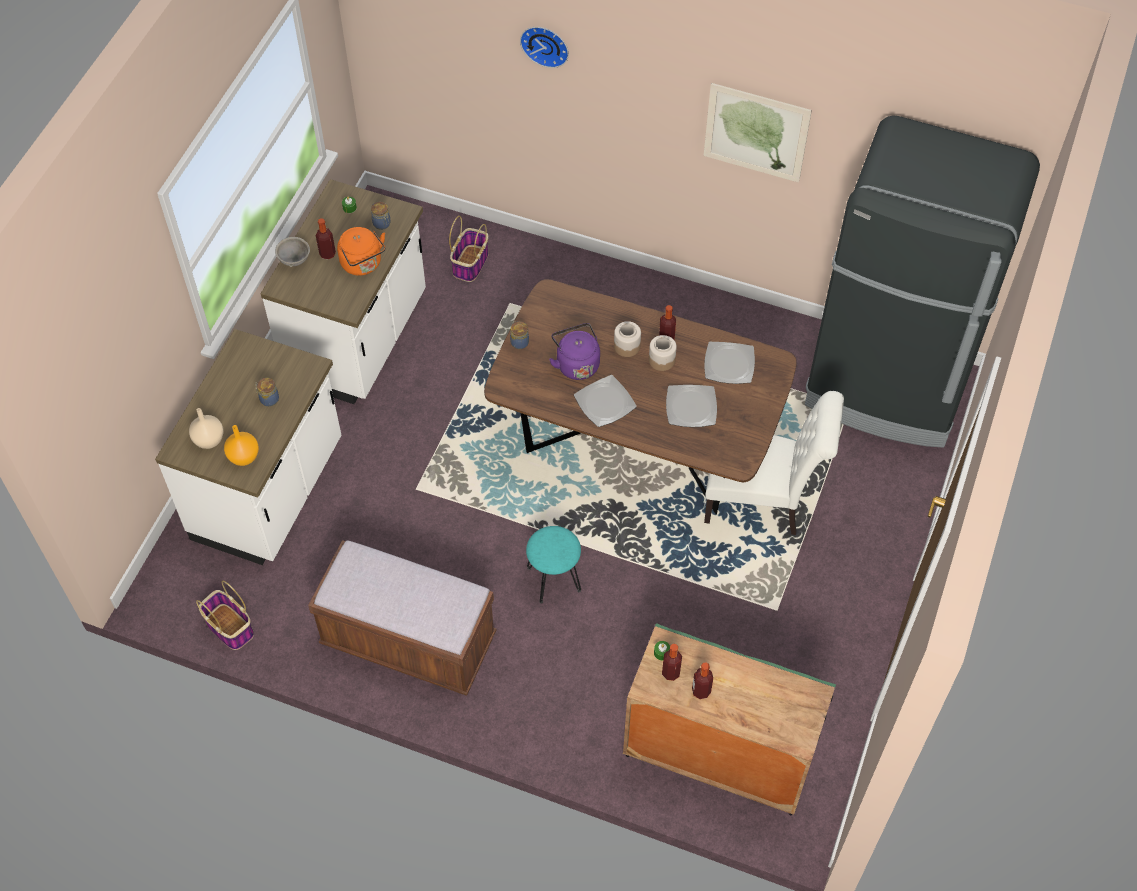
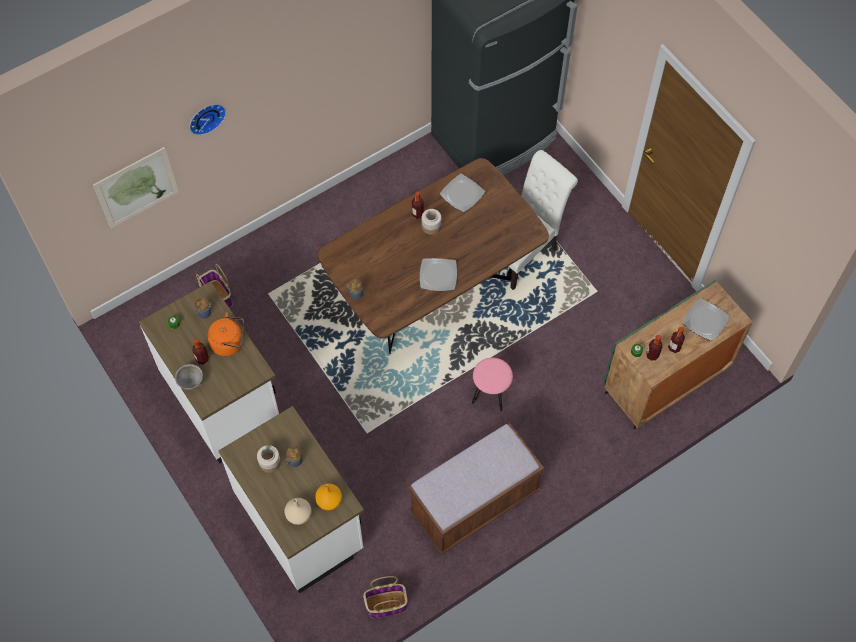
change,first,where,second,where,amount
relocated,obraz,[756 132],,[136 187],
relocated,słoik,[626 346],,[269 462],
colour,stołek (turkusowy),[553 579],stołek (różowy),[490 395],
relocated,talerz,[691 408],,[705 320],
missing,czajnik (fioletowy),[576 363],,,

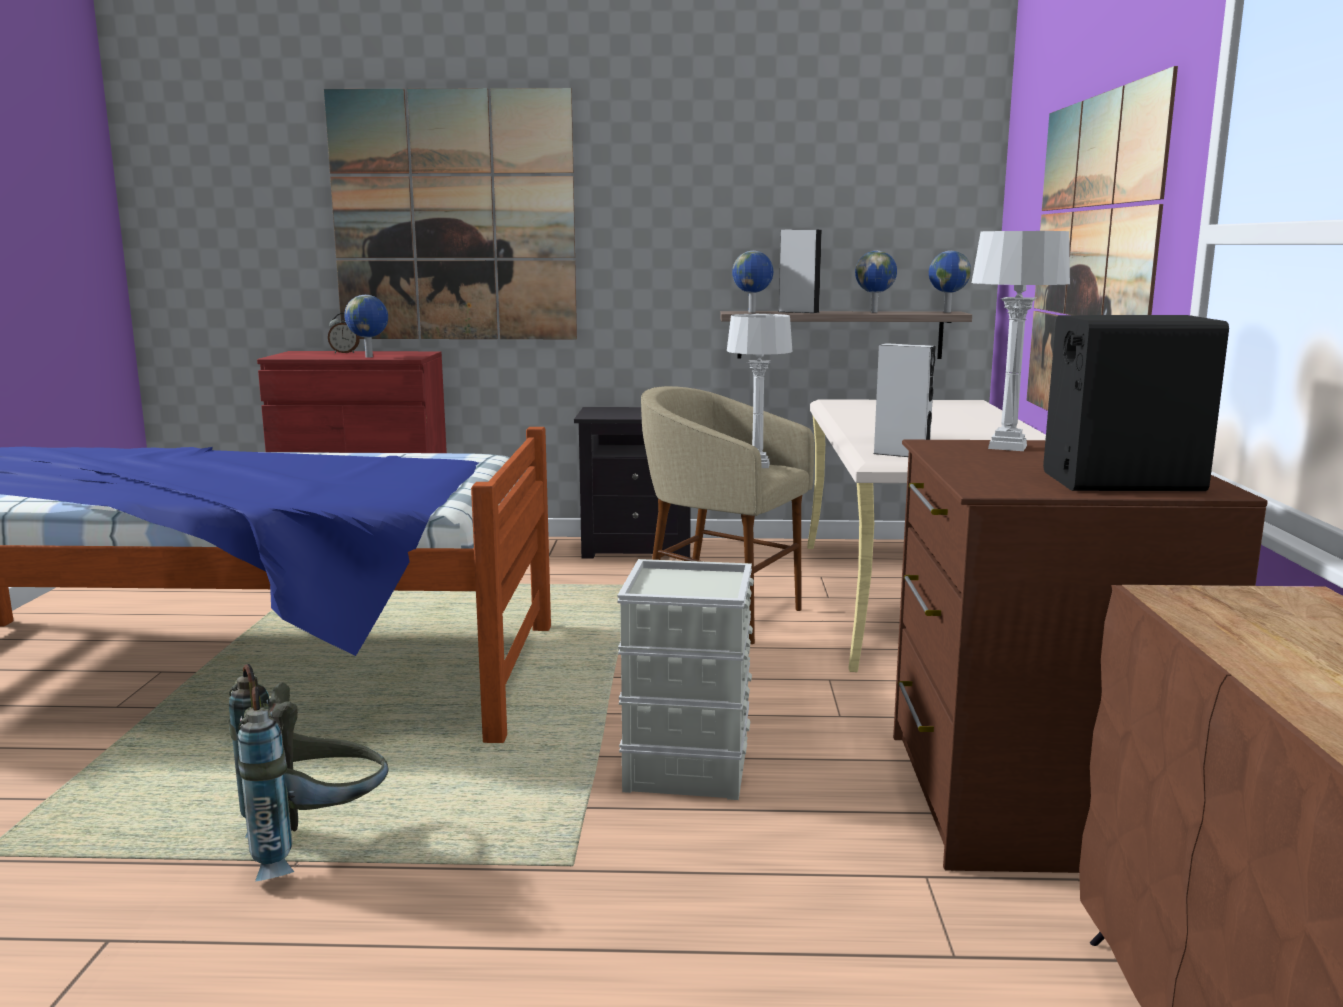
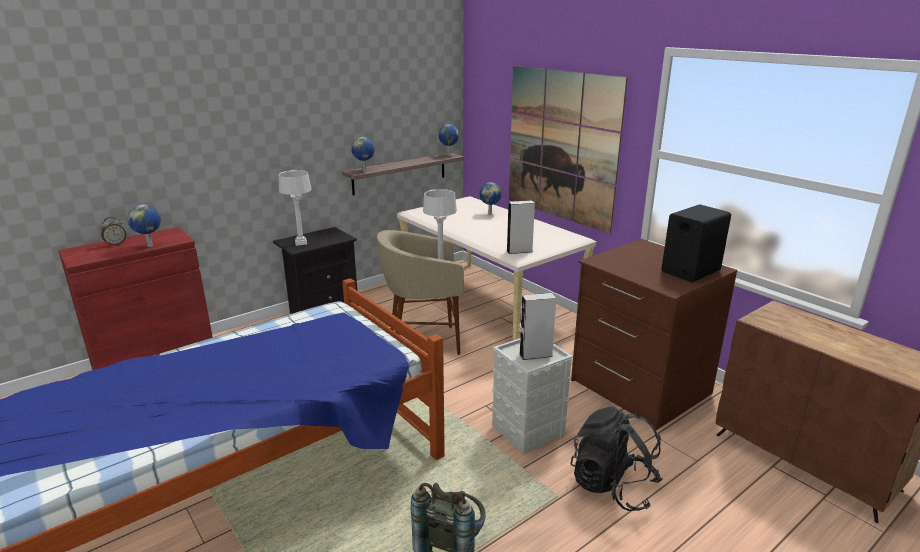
change,first,where,second,where,amount
relocated,lampa stołowa (szary),[1007 447],,[301 243],
relocated,globus,[874 312],,[490 214],
relocated,głośnik (szary),[798 312],,[535 355],
appeared,,,plecak (czarny),[612 486],
missing,obraz,[454 217],,,

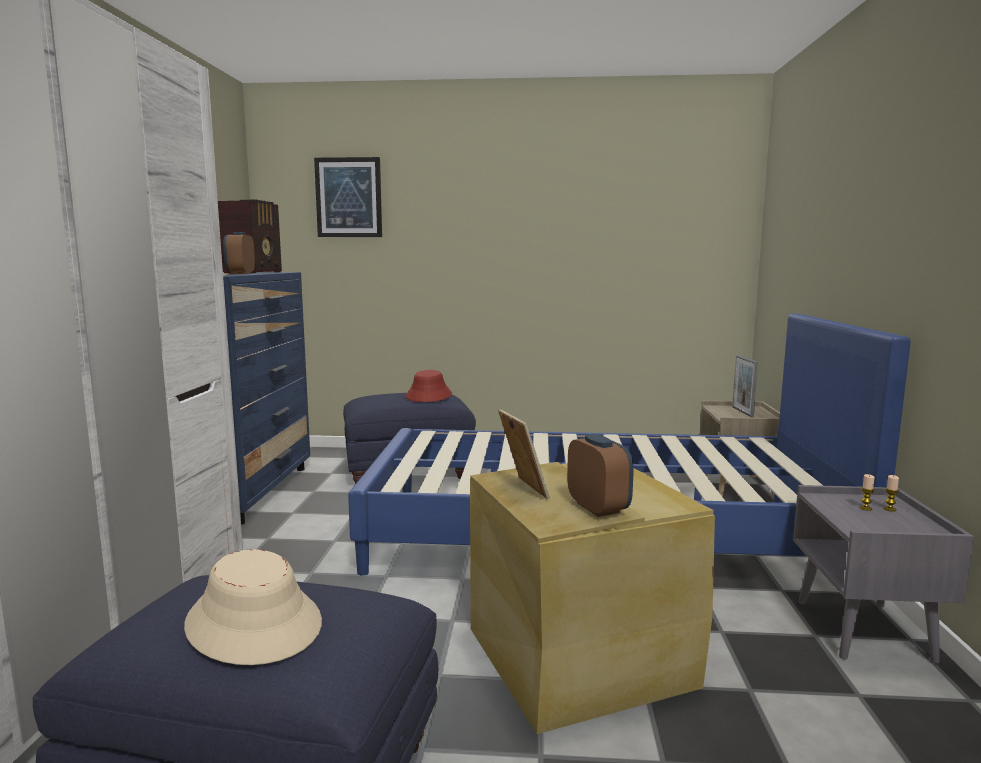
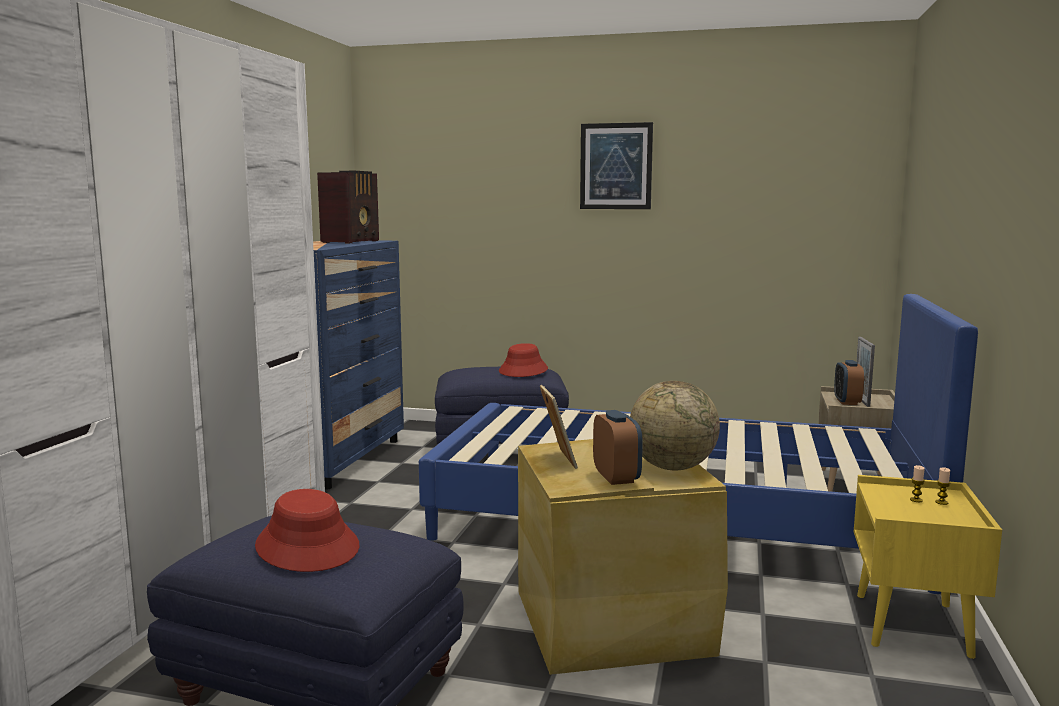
change,first,where,second,where,amount
colour,kapelusz (beżowy),[255 623],kapelusz (czerwony),[308 546],
relocated,obraz,[349 197],,[616 166],
appeared,,,globus,[672 467],
relocated,budzik,[240 273],,[847 402],
colour,szafka nocna (szary),[865 631],szafka nocna (żółty),[913 625],

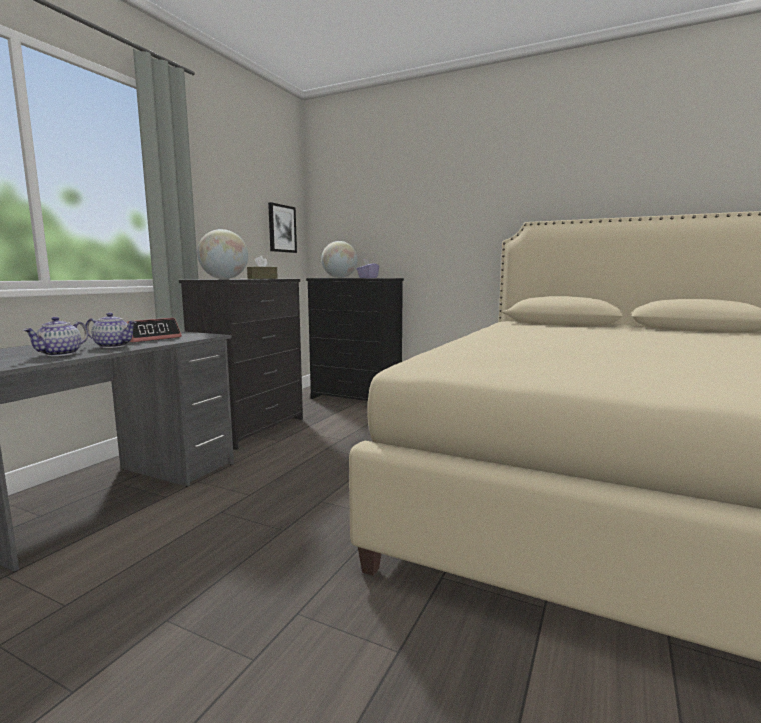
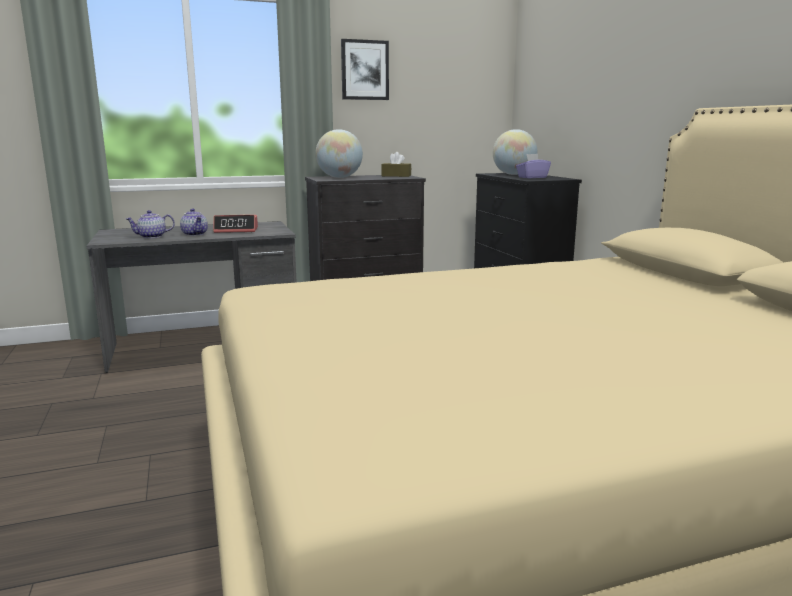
change,first,where,second,where,amount
relocated,obraz,[281 228],,[364 70],

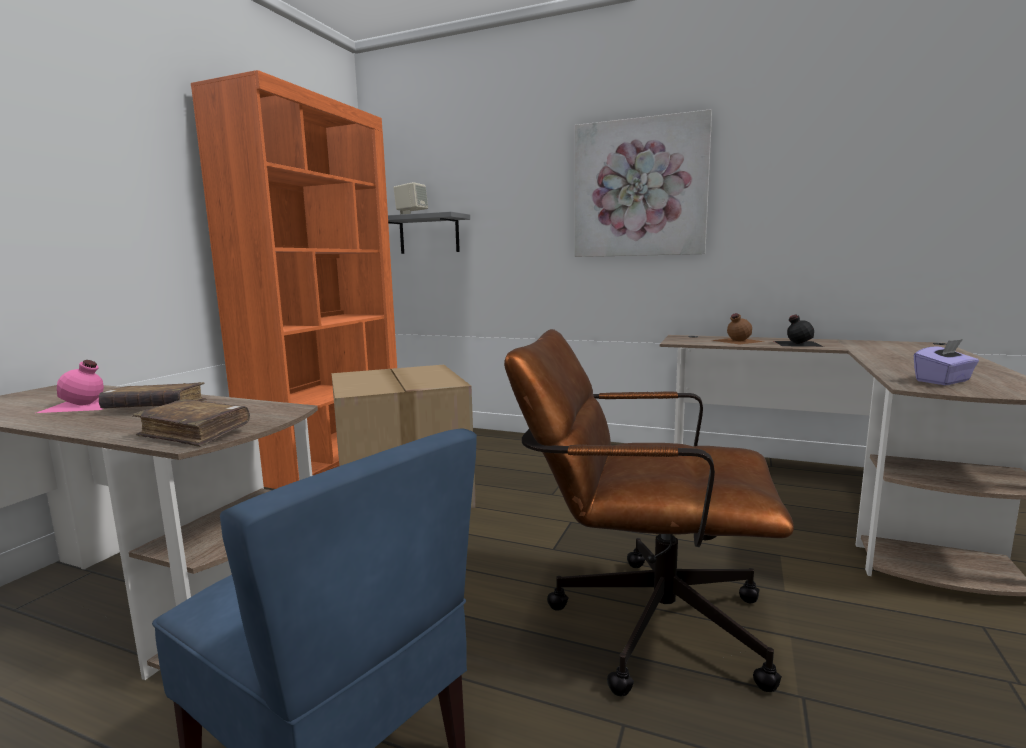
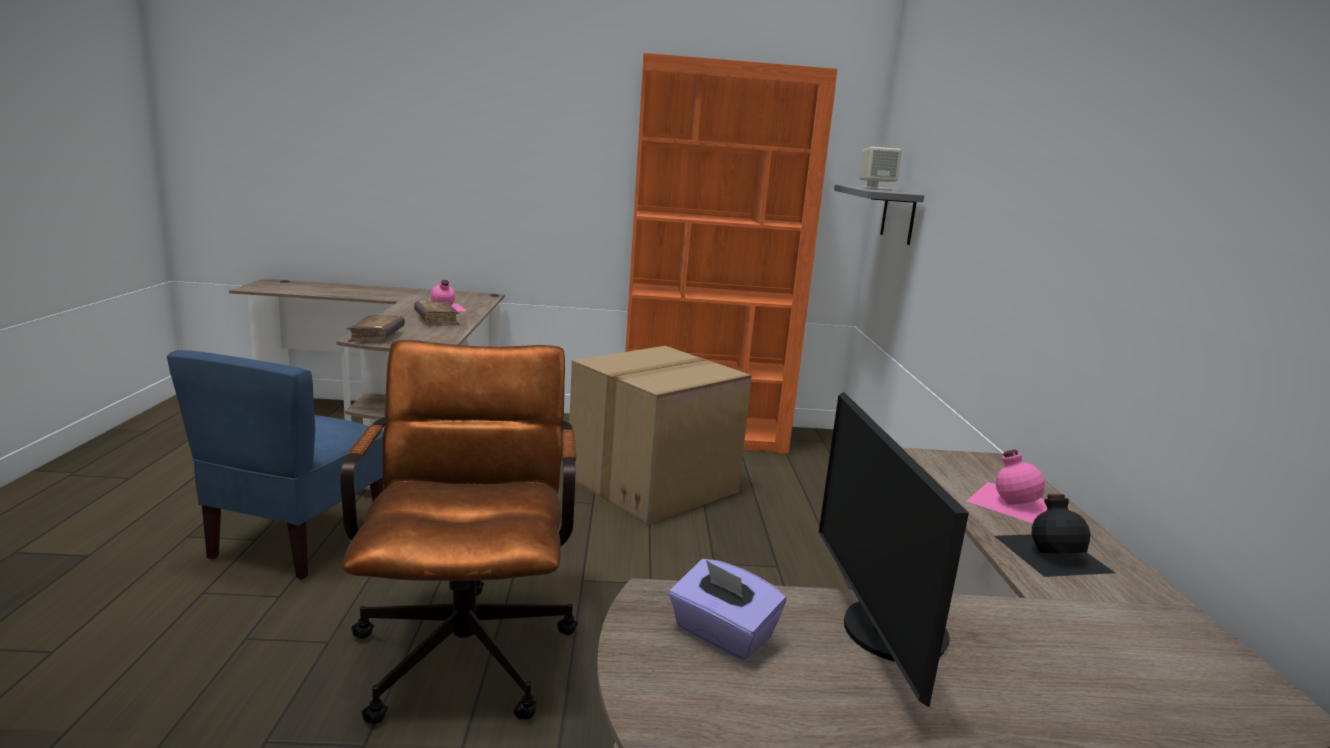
change,first,where,second,where,amount
appeared,,,monitor,[882 632],
colour,butelka (brązowy),[736 340],butelka (różowy),[1011 501],
missing,obraz,[639 188],,,

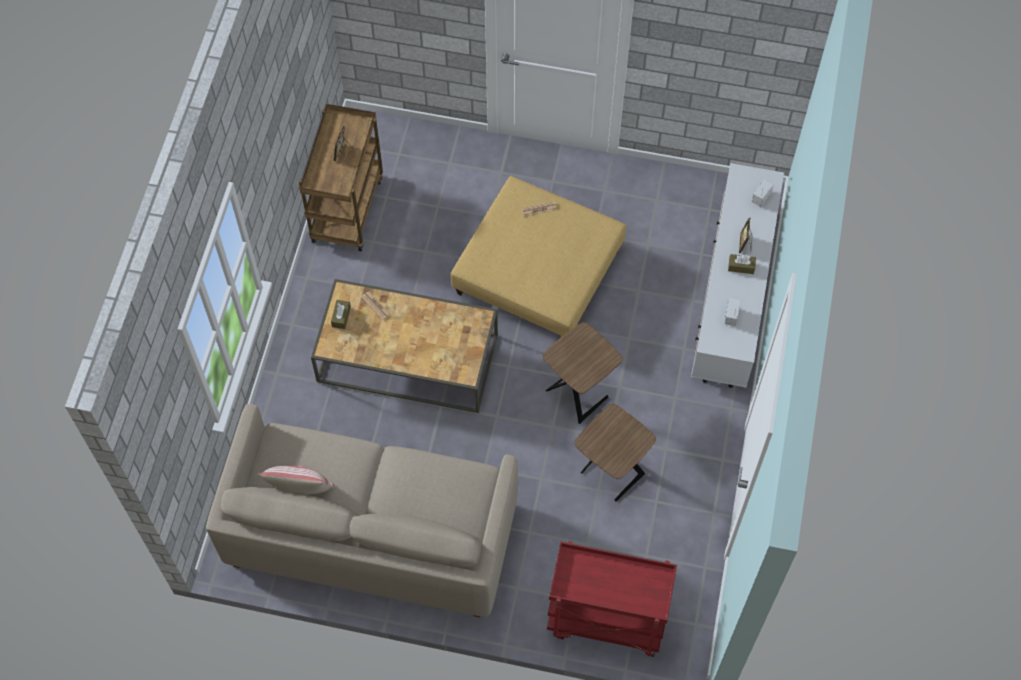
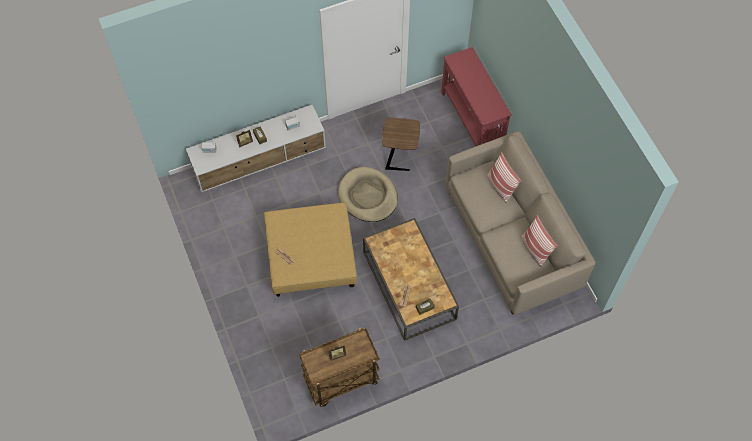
change,first,where,second,where,amount
exchanged,stolik (brązowy),[578 393],legowisko (beżowy),[368 196],
exchanged,wózek (czerwony),[605 620],stolik konsolowy (czerwony),[471 120],
appeared,,,poduszka,[500 186],

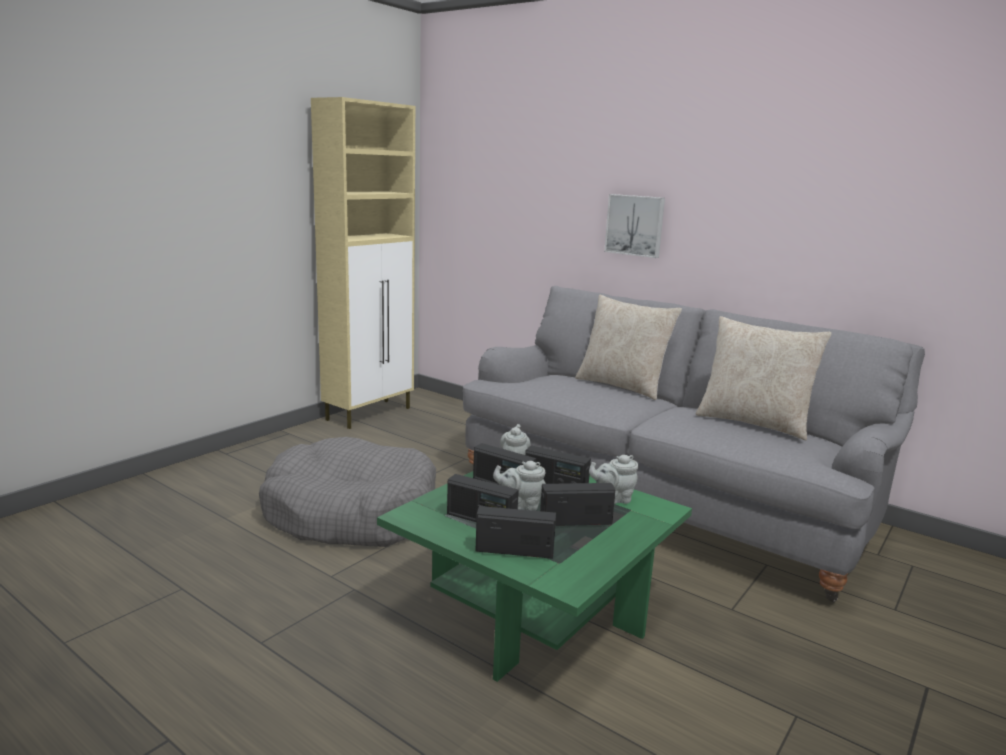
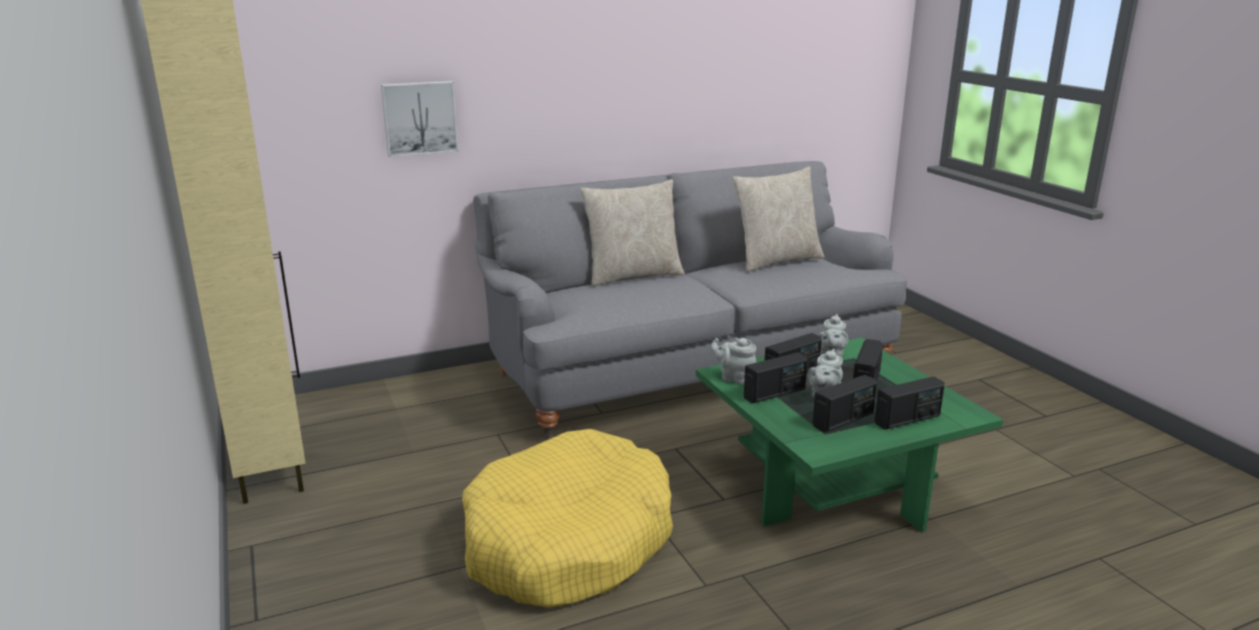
change,first,where,second,where,amount
relocated,obraz,[635 225],,[419 118],
colour,legowisko (szary),[351 513],legowisko (żółty),[567 541],
spun,radio,[514 550],,[907 419],150 degrees counterclockwise

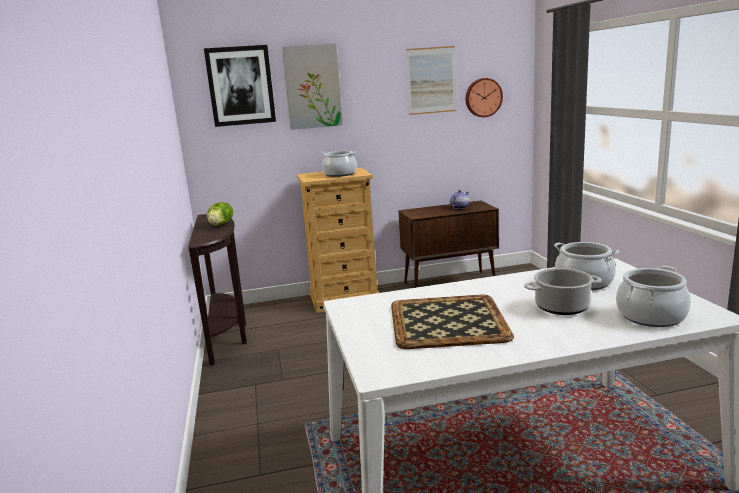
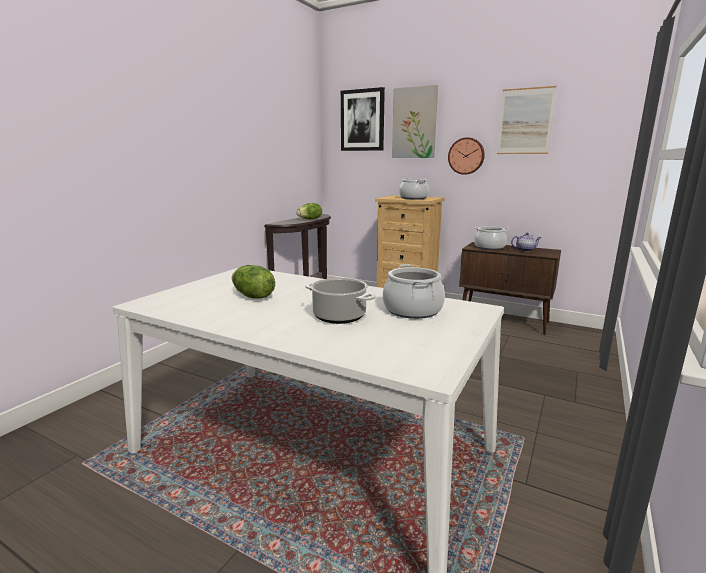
change,first,where,second,where,amount
exchanged,taca,[449 322],sałata,[252 296],
relocated,zegar ścienny,[483 97],,[466 156],
relocated,garnek,[650 316],,[489 247],

